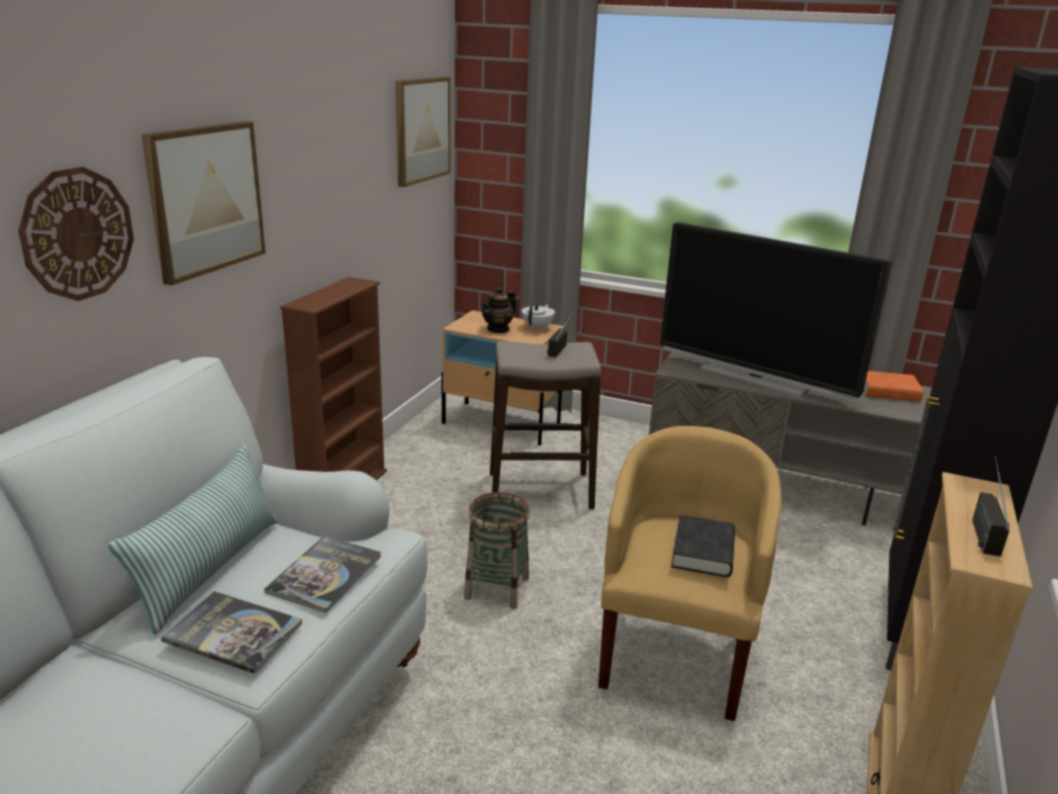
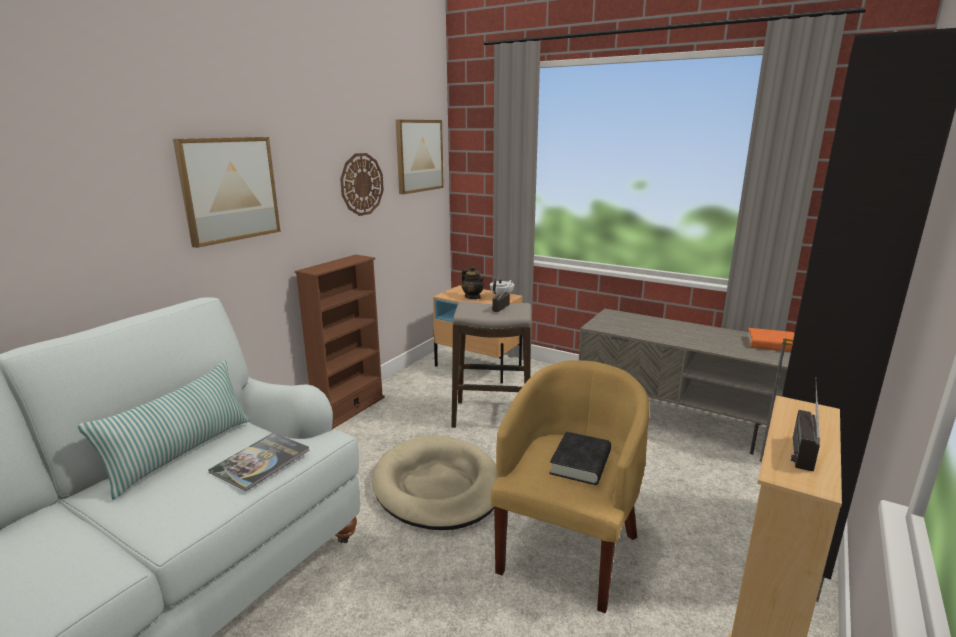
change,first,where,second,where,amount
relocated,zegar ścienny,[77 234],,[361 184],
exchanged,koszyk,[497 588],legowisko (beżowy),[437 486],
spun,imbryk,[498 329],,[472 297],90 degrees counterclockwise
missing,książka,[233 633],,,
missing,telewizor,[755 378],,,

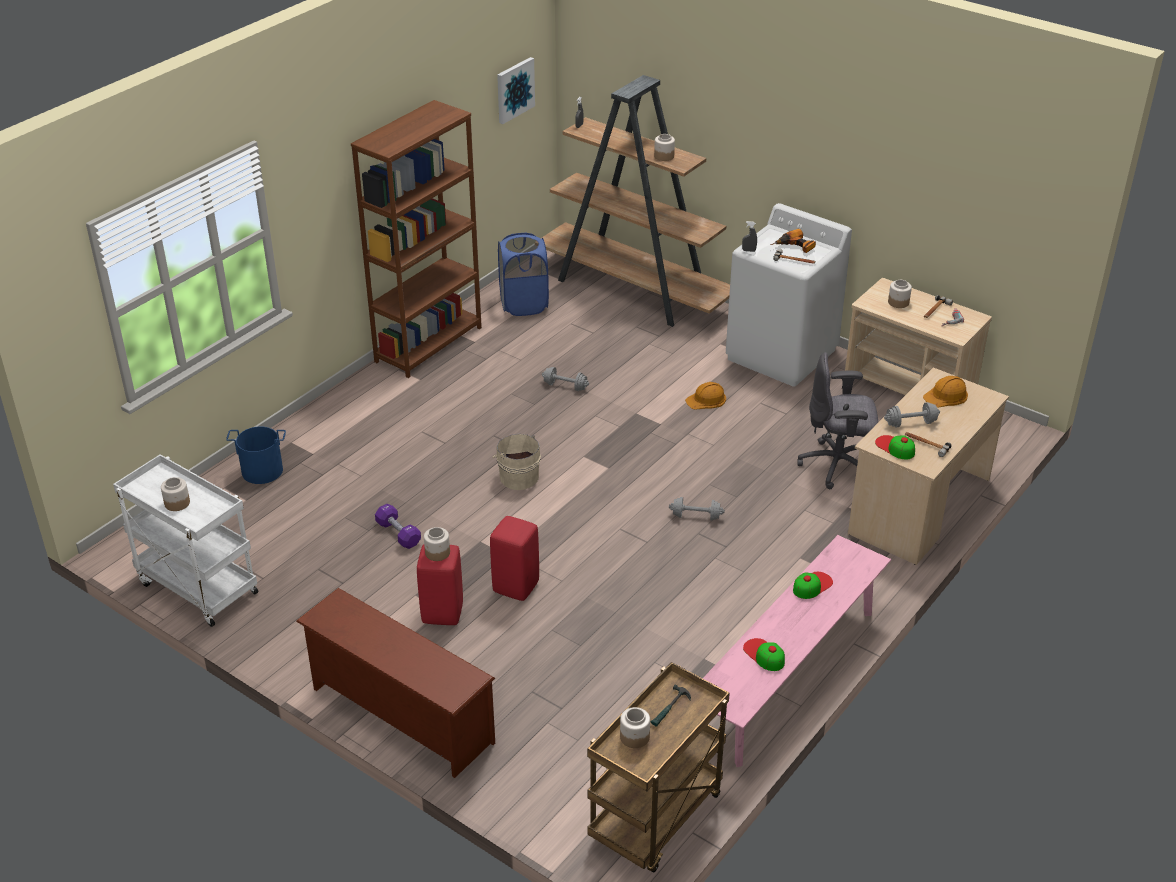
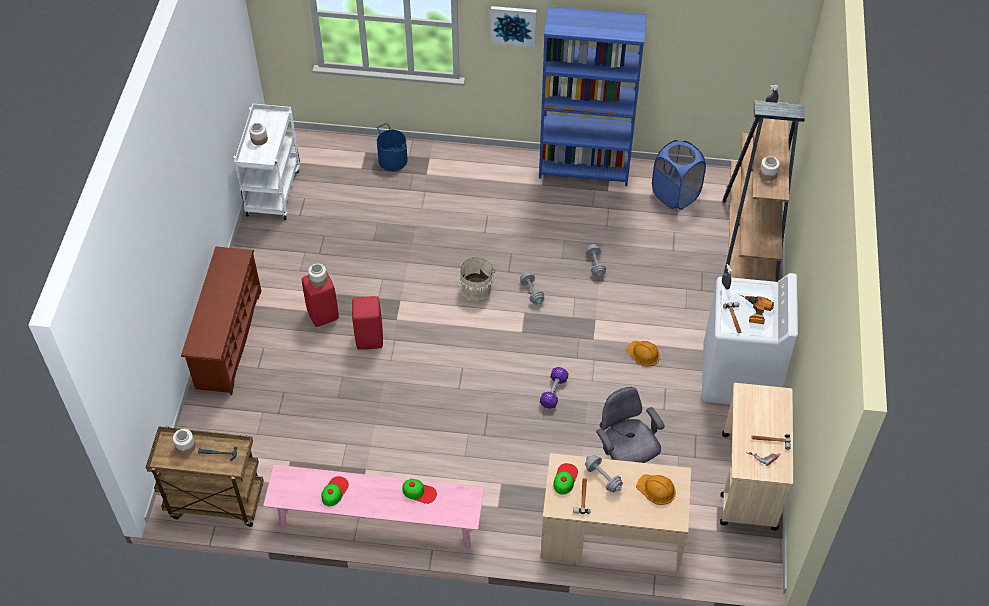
change,first,where,second,where,amount
relocated,obraz,[514 90],,[513 25],
relocated,hantel (szary),[696 516],,[532 292],
colour,regał (brązowy),[429 344],regał (niebieski),[584 168],
relocated,hantel (fioletowy),[398 534],,[553 392],
missing,słoik,[898 302],,,

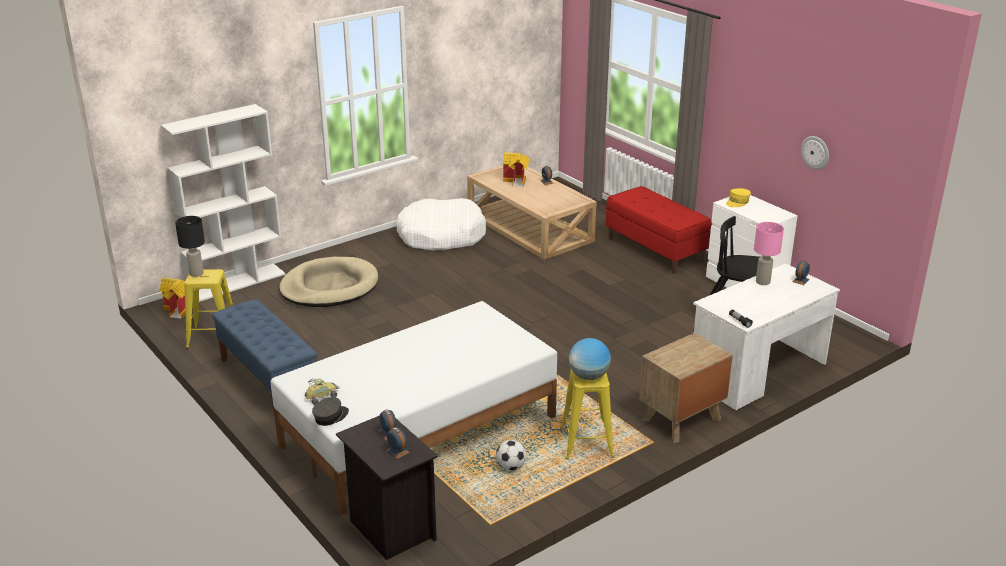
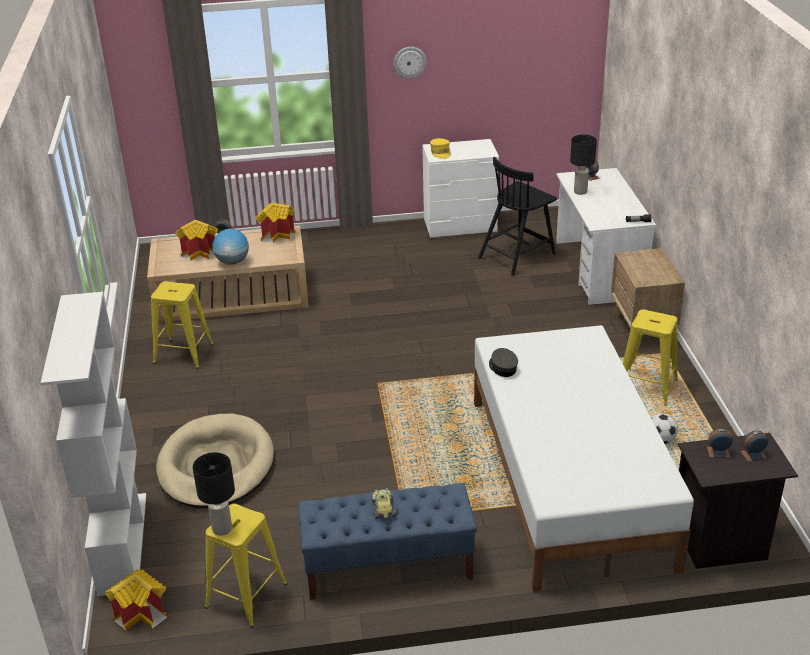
change,first,where,second,where,amount
exchanged,legowisko (biały),[441 236],stołek (żółty),[183 353],
relocated,globus,[589 376],,[232 262],
appeared,,,domek,[277 235],
relocated,samochodzik,[321 396],,[383 508],
relocated,zegar ścienny,[815 152],,[409 62],
relocated,czapka z daszkiem (szary),[330 417],,[502 367],
colour,lampa stołowa (różowy),[762 281],lampa stołowa (czarny),[580 191],
missing,ławka (czerwony),[655 250],,,

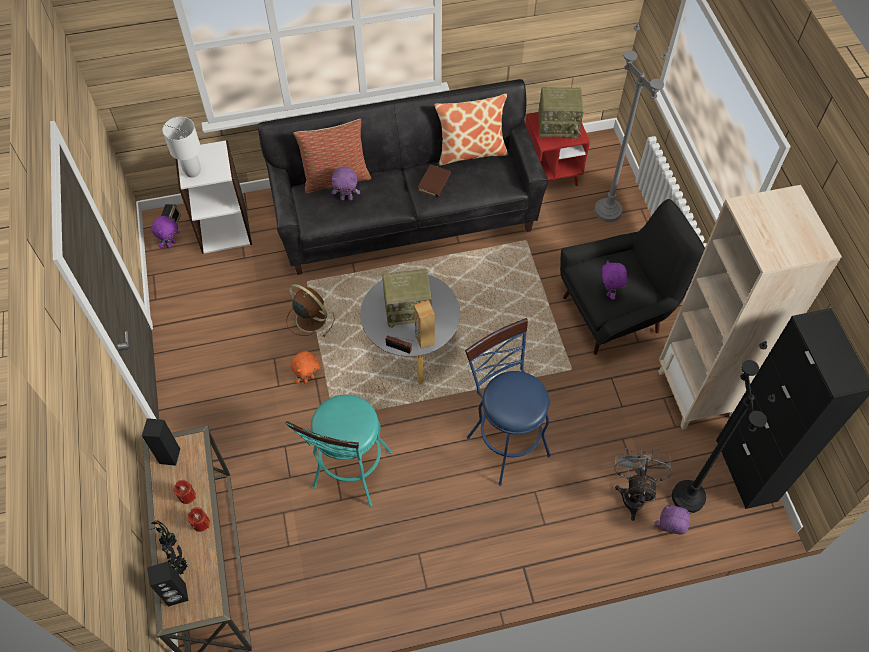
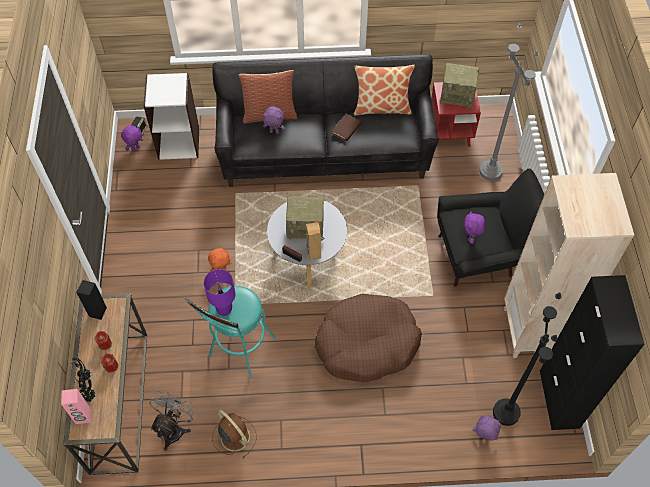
change,first,where,second,where,amount
colour,głośnik (czarny),[177 595],głośnik (różowy),[83 416],
relocated,wentylator (szary),[634 493],,[175 428],
appeared,,,lampa stołowa (fioletowy),[224 309],
relocated,wentylator (brązowy),[310 318],,[234 436],
exchanged,stołek (niebieski),[504 440],legowisko (brązowy),[366 343],
missing,lampa stołowa (biały),[192 172],,,

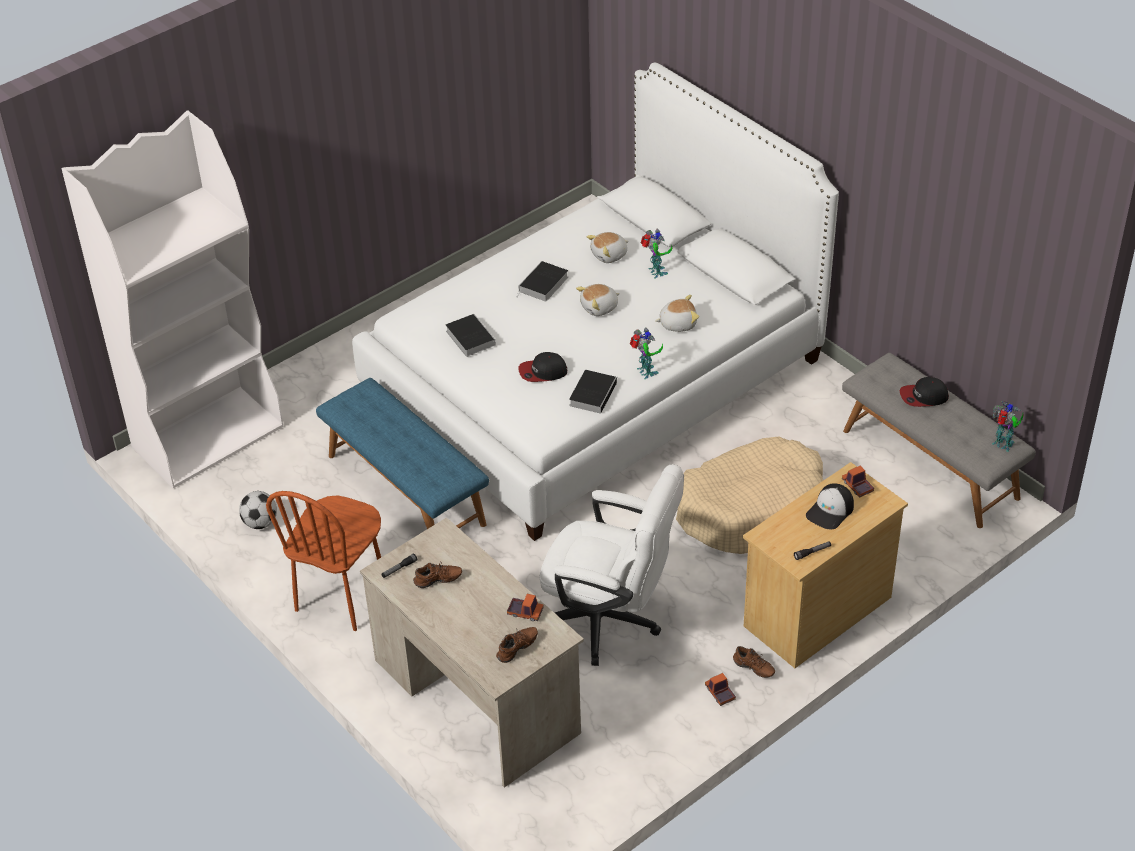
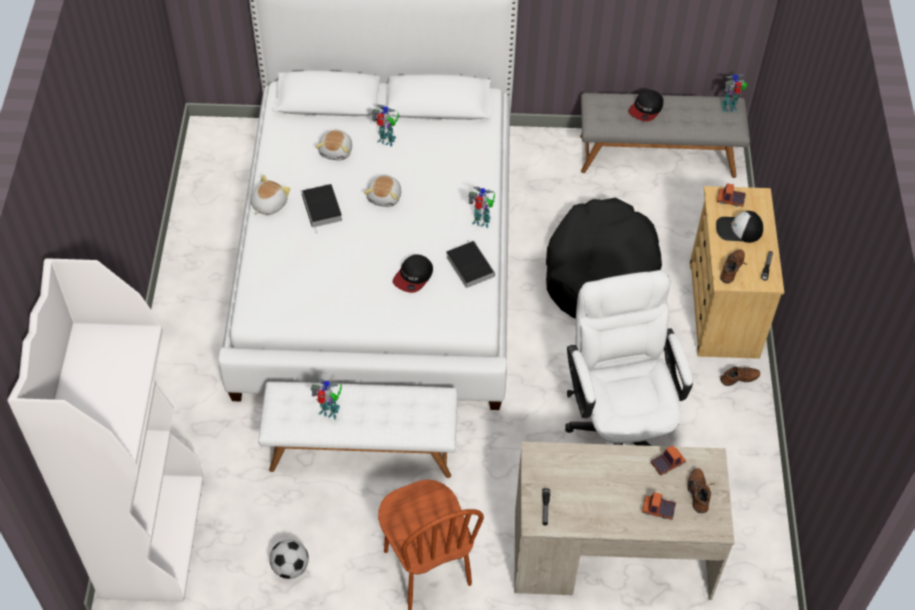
change,first,where,second,where,amount
relocated,pluszak,[677 323],,[268 204],
colour,ławka (niebieski),[407 489],ławka (biały),[362 447],
appeared,,,robot zabawkowy,[329 413],
colour,legowisko (beżowy),[752 509],legowisko (czarny),[599 271],
spun,krzesło biurowe (biały),[609 621],,[619 424],75 degrees counterclockwise
relocated,ciężarówka zabawkowa,[720 693],,[658 509],
spun,czapka z daszkiem,[830 511],,[738 230],105 degrees clockwise
relocated,but (brązowy),[438 581],,[733 270],
missing,książka,[469 337],,,

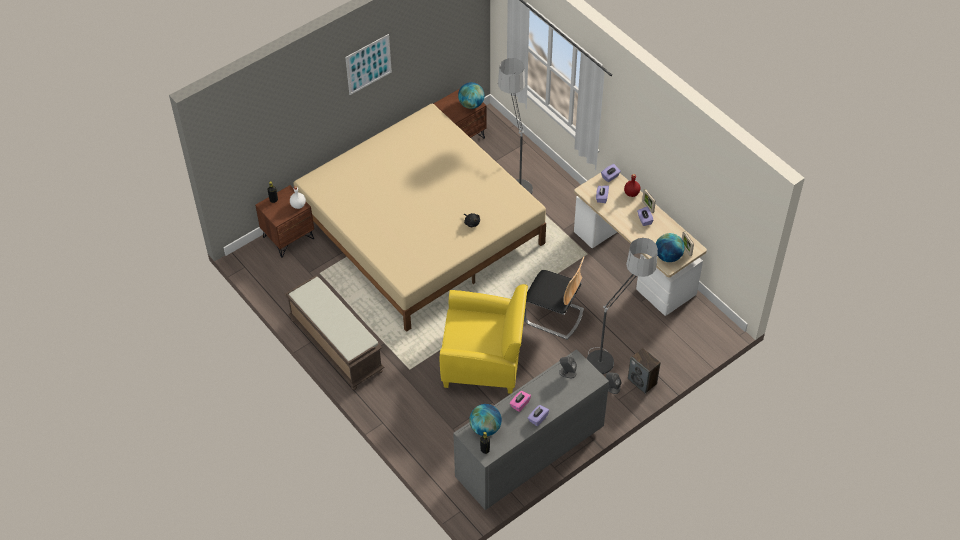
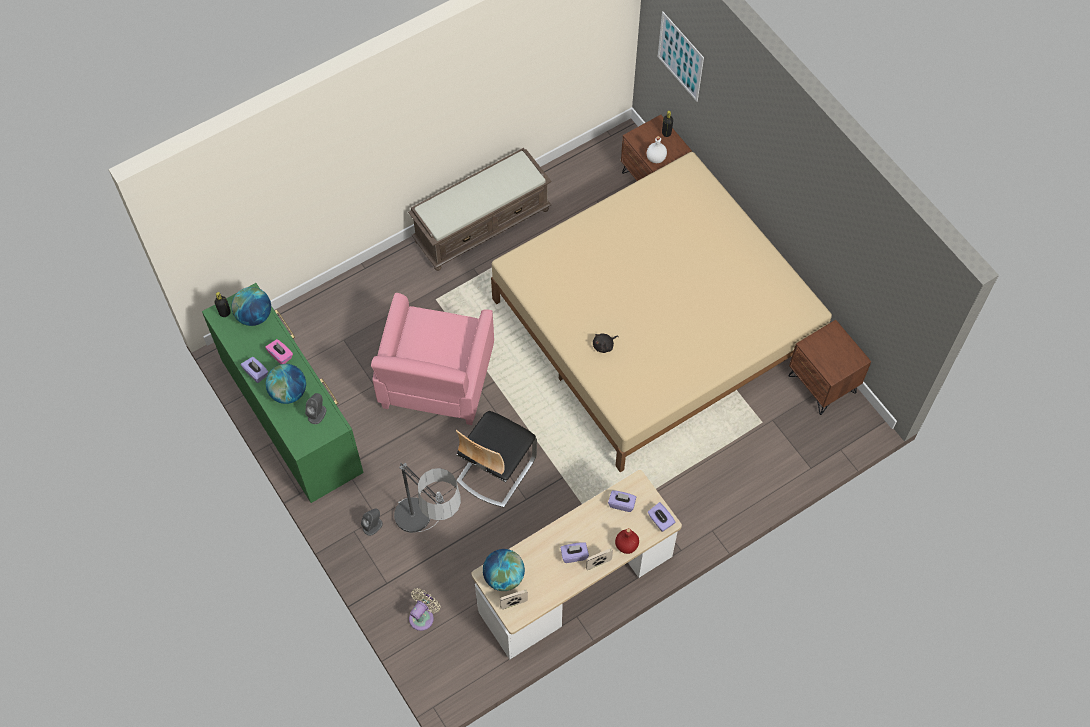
change,first,where,second,where,amount
colour,komoda (szary),[528 454],komoda (zielony),[292 418],
relocated,globus,[471 104],,[288 392],
colour,fotel (żółty),[483 361],fotel (różowy),[436 380],
appeared,,,wentylator (beżowy),[423 616],
relocated,obraz,[368 64],,[680 56],
missing,lampa stojąca,[514 176],,,
missing,głośnik,[642 381],,,

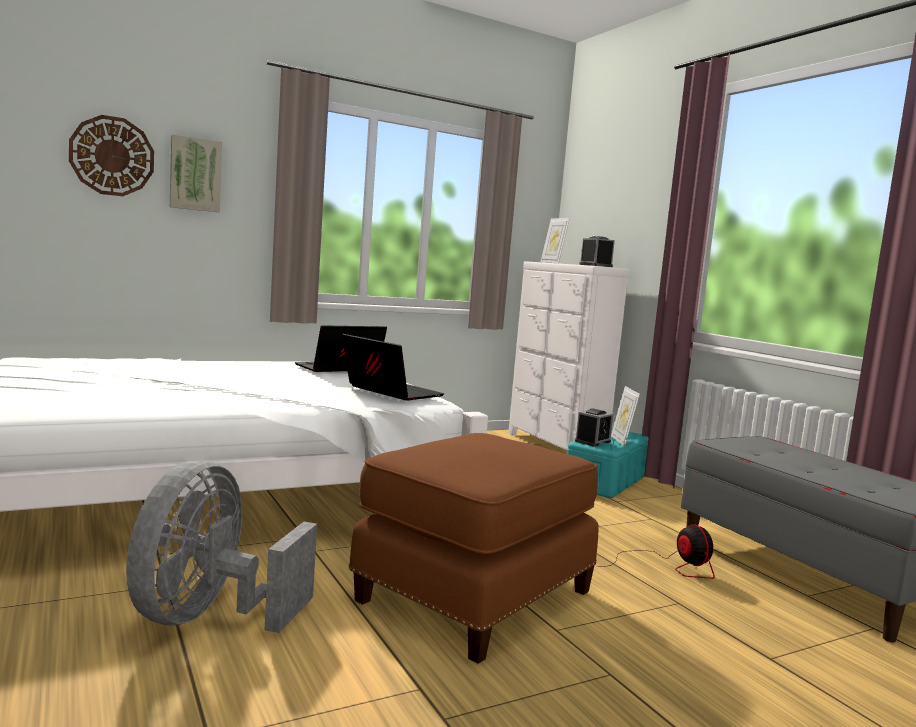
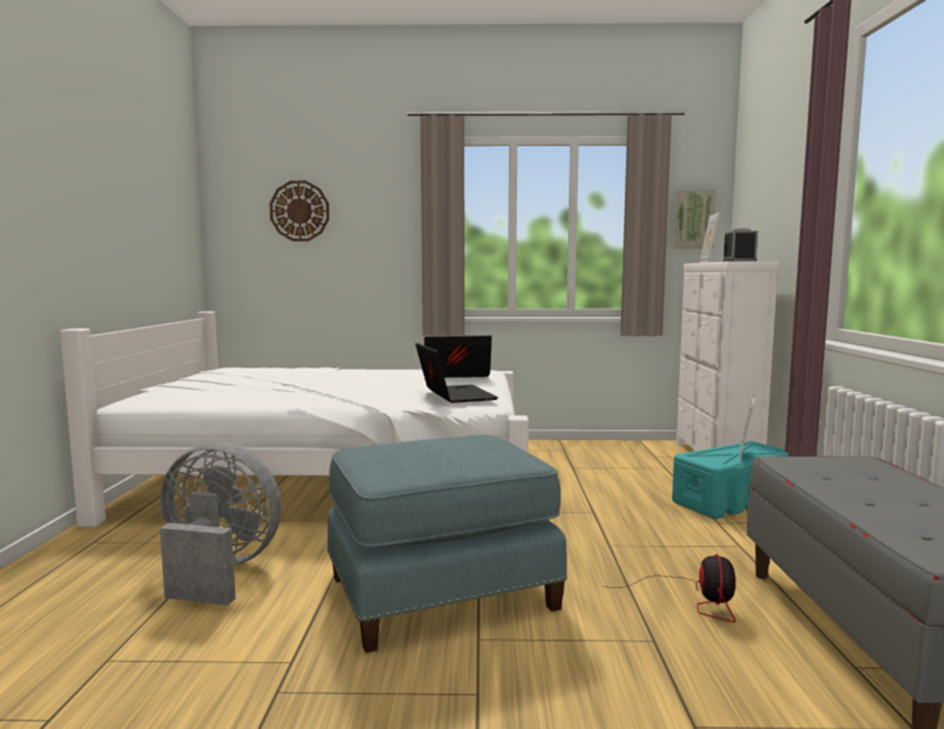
change,first,where,second,where,amount
spun,wentylator (szary),[210 617],,[218 571],60 degrees clockwise
colour,pufa (brązowy),[473 594],pufa (niebieski),[440 591],
relocated,obraz,[195 174],,[693 219],
missing,budzik,[592 441],,,

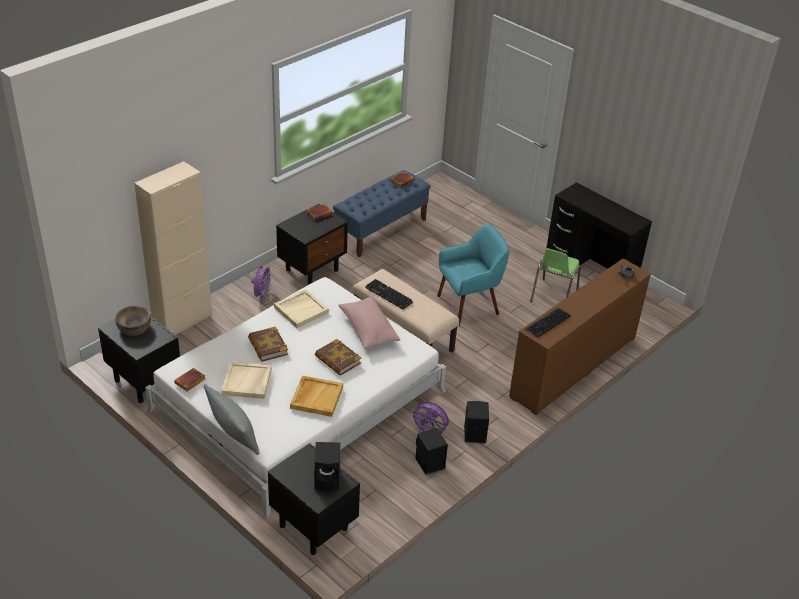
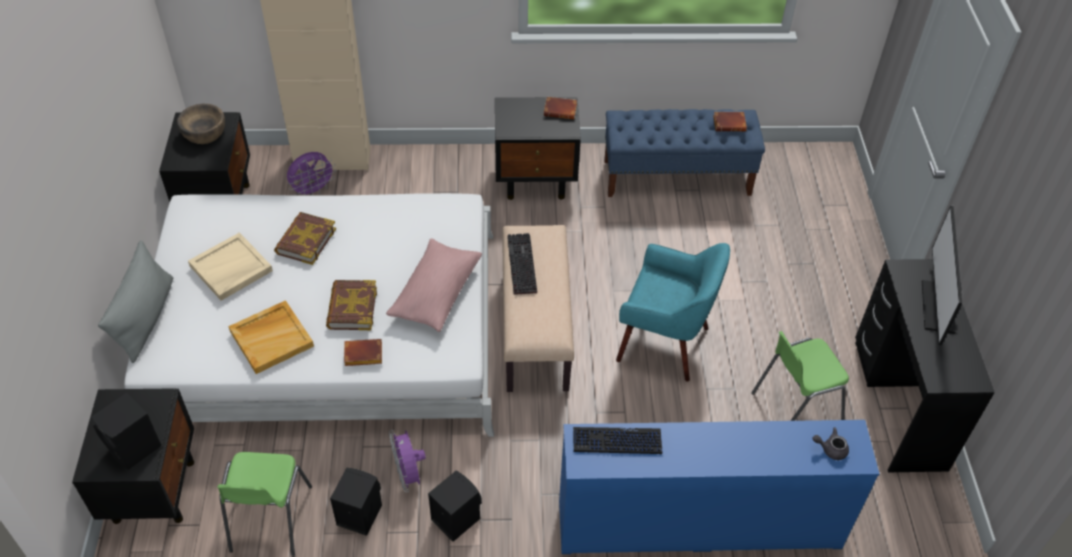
change,first,where,second,where,amount
appeared,,,krzesło (zielony),[269 519],
relocated,wentylator (fioletowy),[262 295],,[313 191],
relocated,książka (brązowy),[190 382],,[362 356],
colour,komoda (brązowy),[573 366],komoda (niebieski),[698 524],
appeared,,,monitor,[937 307],
missing,taca (beżowy),[301 310],,,

